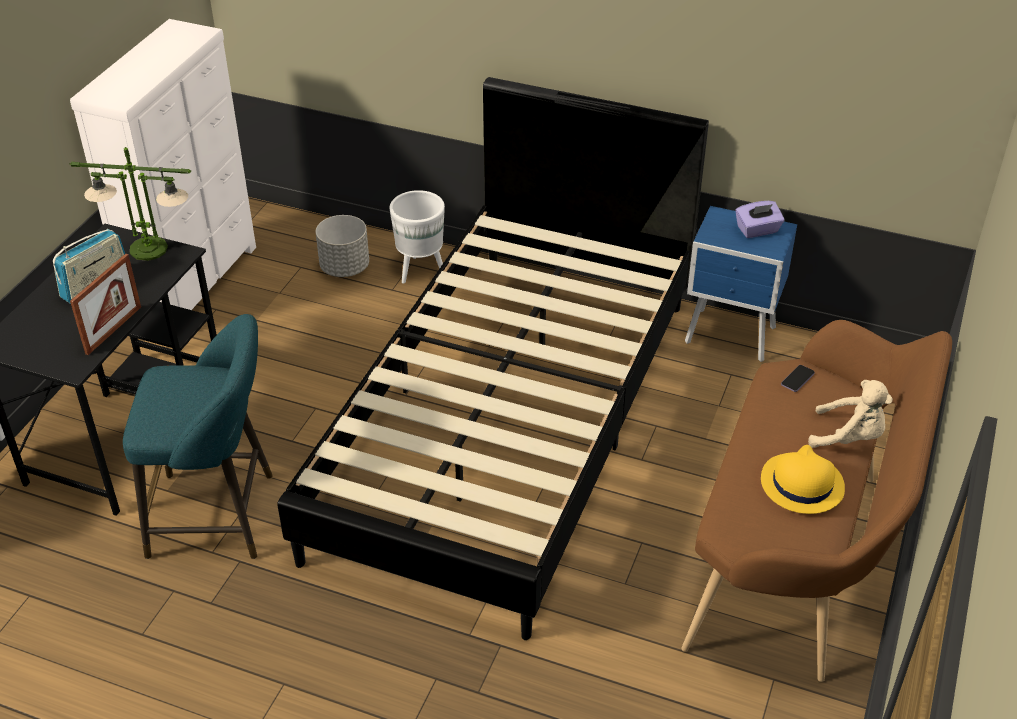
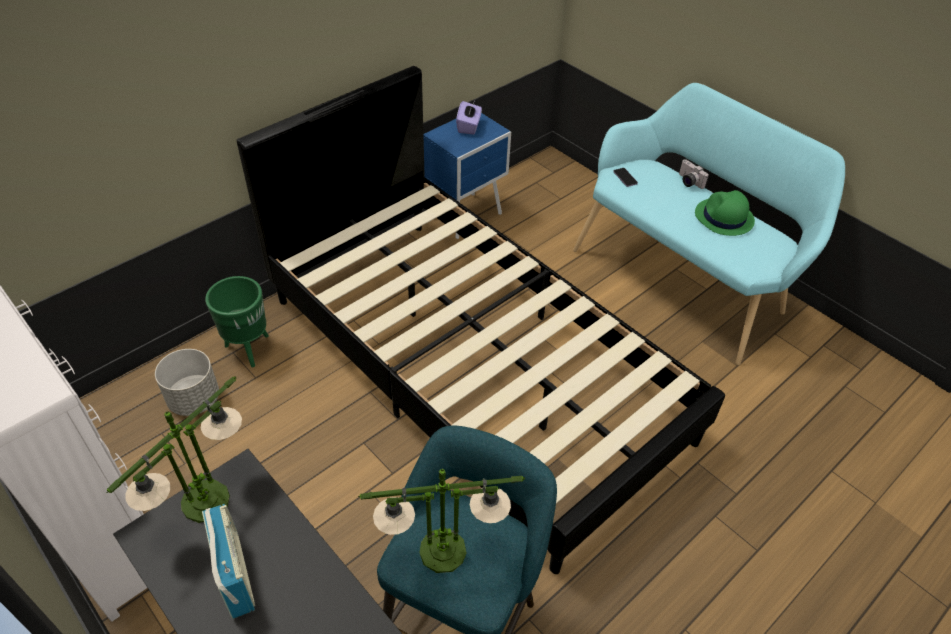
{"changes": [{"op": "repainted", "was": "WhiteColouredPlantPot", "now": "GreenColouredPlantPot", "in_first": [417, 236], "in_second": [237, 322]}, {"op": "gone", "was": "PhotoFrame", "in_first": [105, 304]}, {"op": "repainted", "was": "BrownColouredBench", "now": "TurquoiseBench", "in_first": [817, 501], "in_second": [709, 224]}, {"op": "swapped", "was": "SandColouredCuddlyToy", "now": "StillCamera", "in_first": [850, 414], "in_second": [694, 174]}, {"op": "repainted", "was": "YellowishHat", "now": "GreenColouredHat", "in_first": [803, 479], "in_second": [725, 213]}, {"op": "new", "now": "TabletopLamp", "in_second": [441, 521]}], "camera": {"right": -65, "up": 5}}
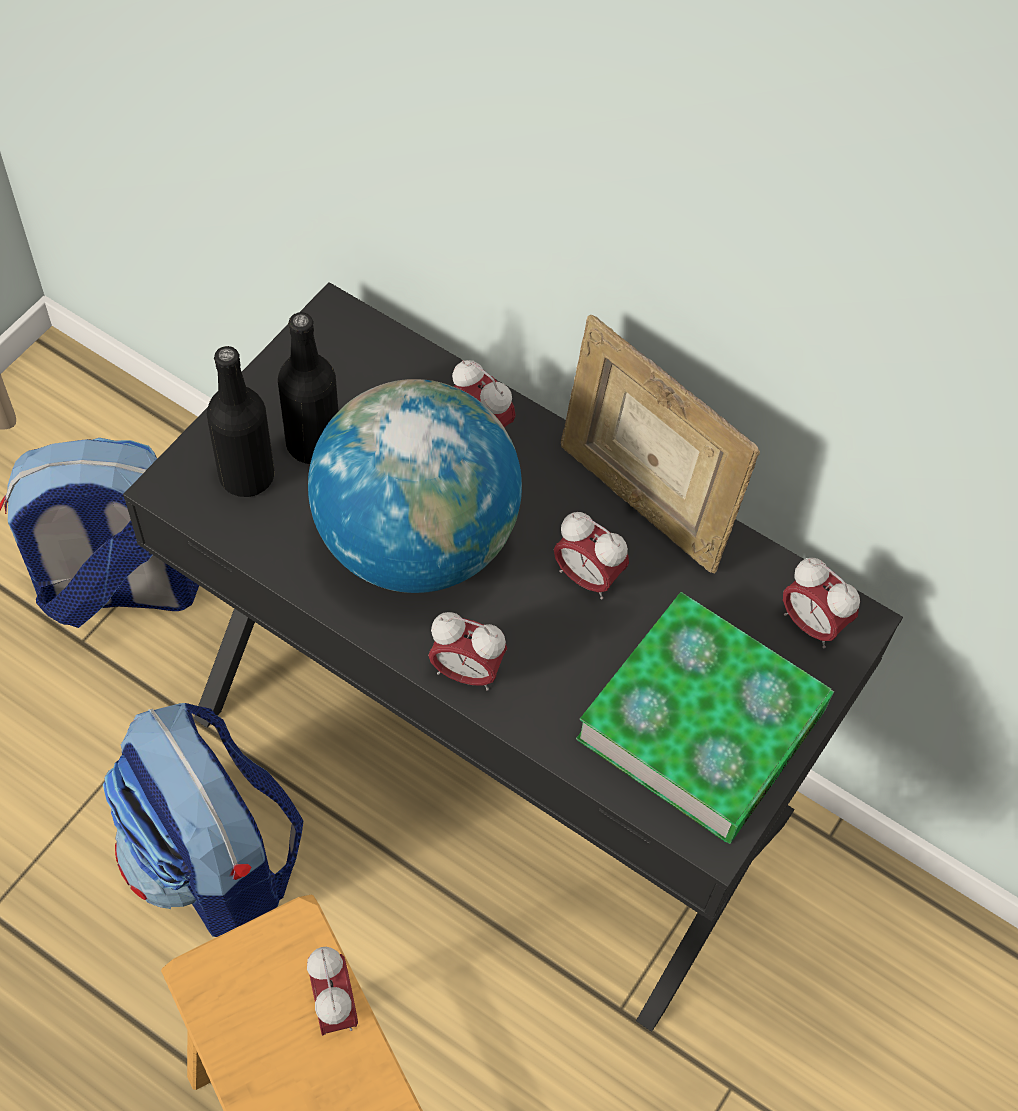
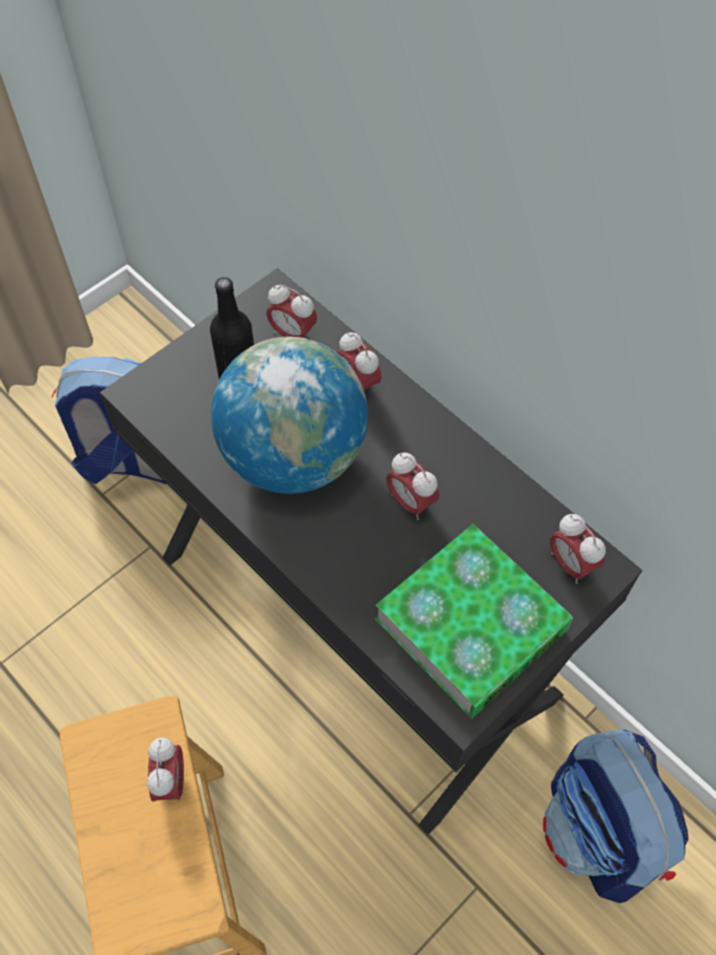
{"changes": [{"op": "gone", "was": "PhotoFrame", "in_first": [660, 443]}, {"op": "gone", "was": "BlackDrinkBottle", "in_first": [241, 421]}, {"op": "shifted", "was": "TableClock", "in_first": [467, 651], "in_second": [291, 311]}, {"op": "shifted", "was": "Knapsack", "in_first": [203, 820], "in_second": [616, 816]}], "camera": {"right": 15, "up": 0}}
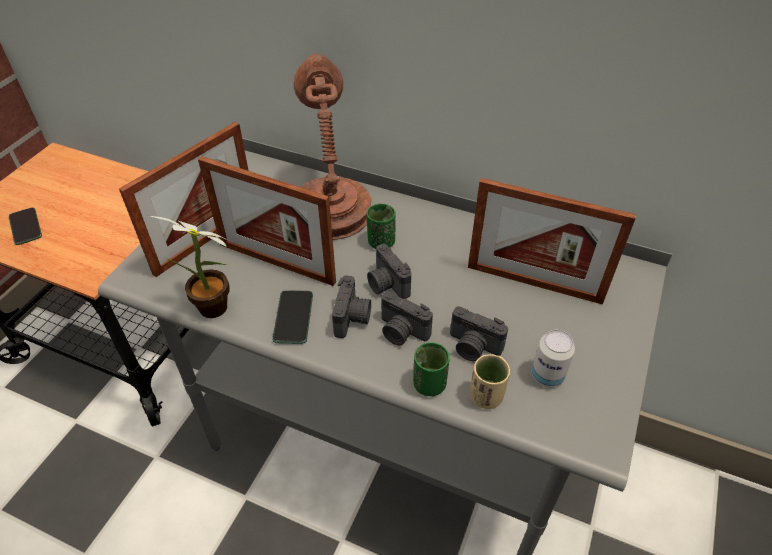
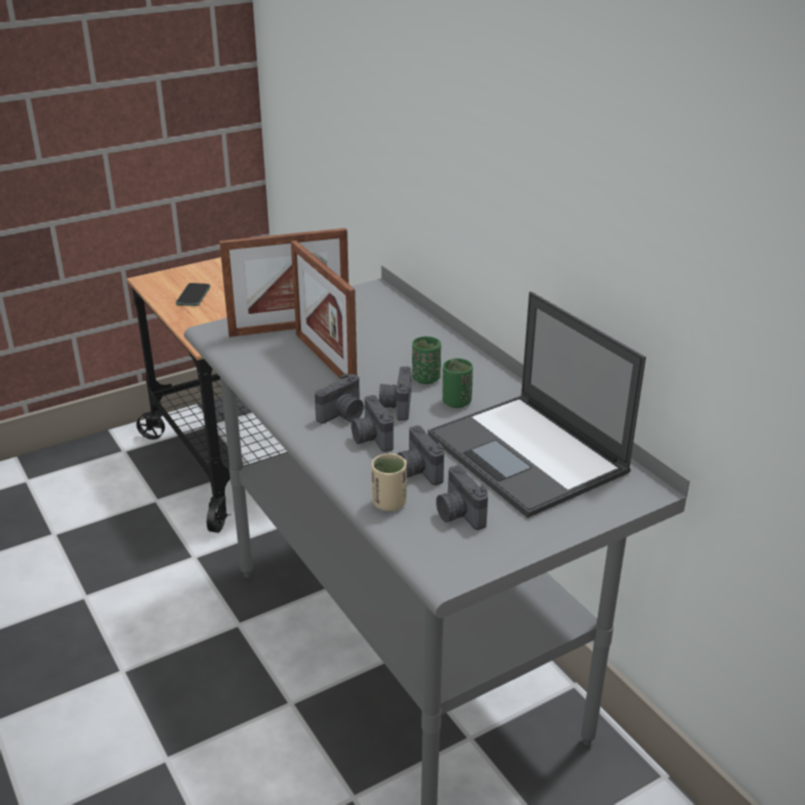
{"changes": [{"op": "gone", "was": "BrownColouredTabletopLamp", "in_first": [332, 147]}, {"op": "swapped", "was": "PhotoFrame", "now": "NotebookComputer", "in_first": [552, 241], "in_second": [537, 404]}, {"op": "gone", "was": "PlantInAPot", "in_first": [190, 267]}, {"op": "gone", "was": "Phone", "in_first": [292, 317]}, {"op": "swapped", "was": "Can", "now": "StillCamera", "in_first": [553, 358], "in_second": [462, 497]}, {"op": "shifted", "was": "GreenColouredSmallCup", "in_first": [431, 369], "in_second": [457, 383]}], "camera": {"right": 35, "up": -15}}
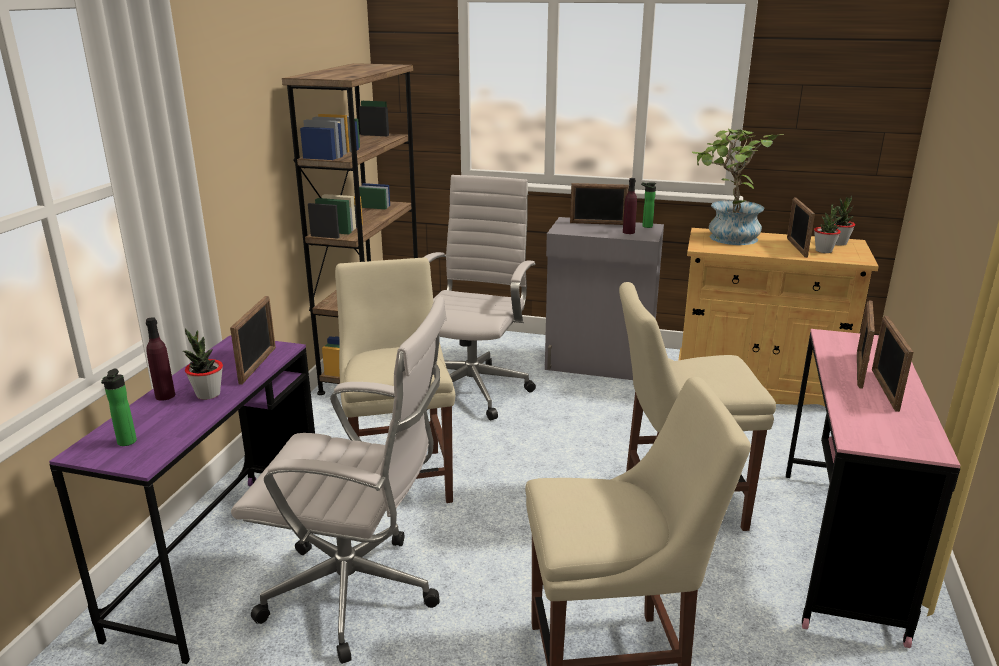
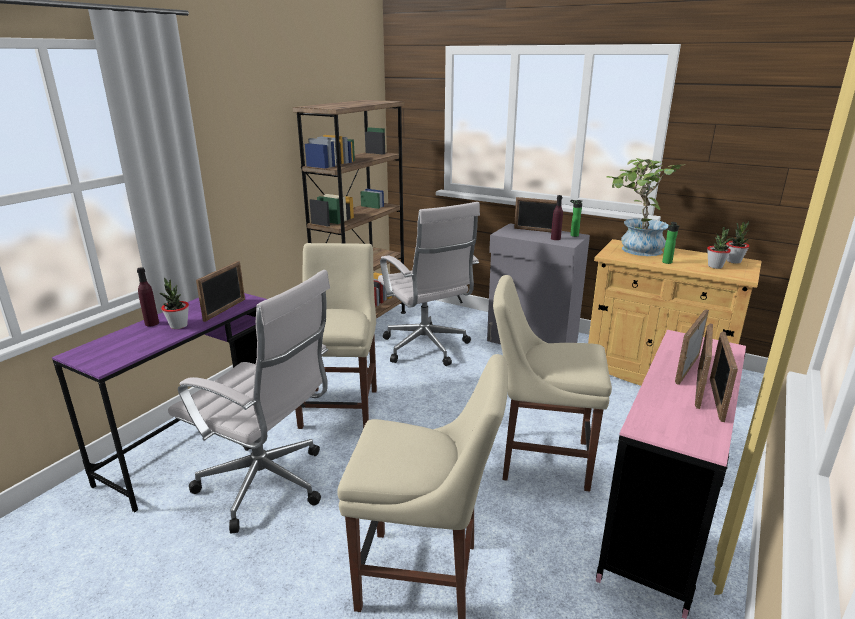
{"changes": [{"op": "rotated", "was": "WhiteColouredComputerChair", "in_first": [480, 298], "in_second": [429, 284], "clockwise": 120}, {"op": "shifted", "was": "PhotoFrame", "in_first": [801, 228], "in_second": [724, 376]}, {"op": "shifted", "was": "DrinkBottle", "in_first": [119, 407], "in_second": [670, 243]}], "camera": {"right": 15, "up": 0}}
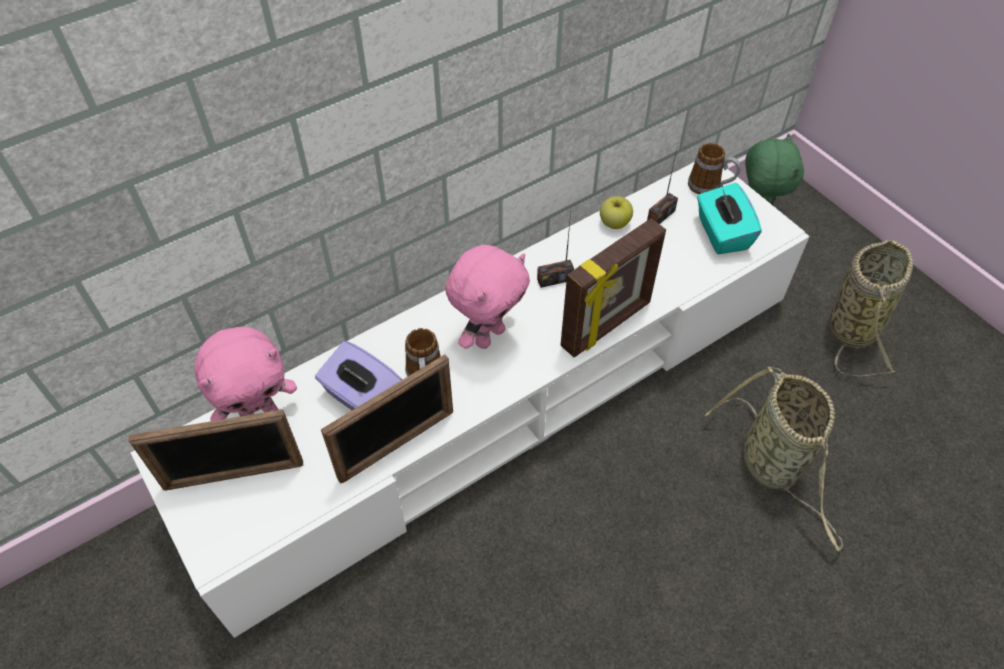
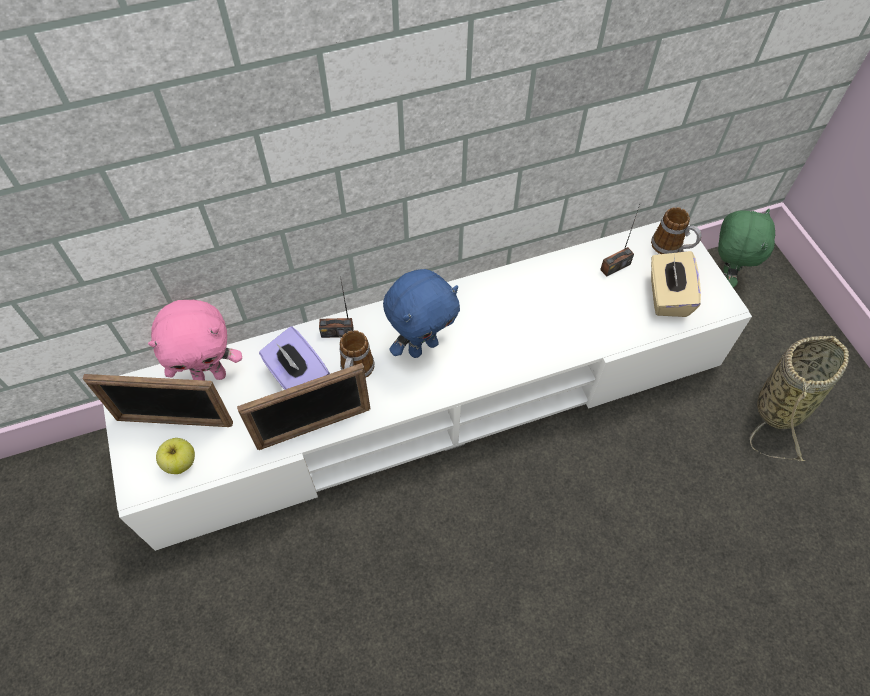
{"changes": [{"op": "repainted", "was": "TurquoiseTissueHolder", "now": "SandColouredTissueHolder", "in_first": [729, 218], "in_second": [676, 284]}, {"op": "shifted", "was": "Apple", "in_first": [616, 212], "in_second": [175, 456]}, {"op": "shifted", "was": "RadioSet", "in_first": [555, 250], "in_second": [336, 307]}, {"op": "gone", "was": "PhotoFrame", "in_first": [613, 287]}, {"op": "repainted", "was": "PinkishCuddlyToy", "now": "BluishCuddlyToy", "in_first": [487, 297], "in_second": [421, 313]}, {"op": "gone", "was": "HouseholdBasket", "in_first": [774, 459]}], "camera": {"right": 15, "up": 5}}
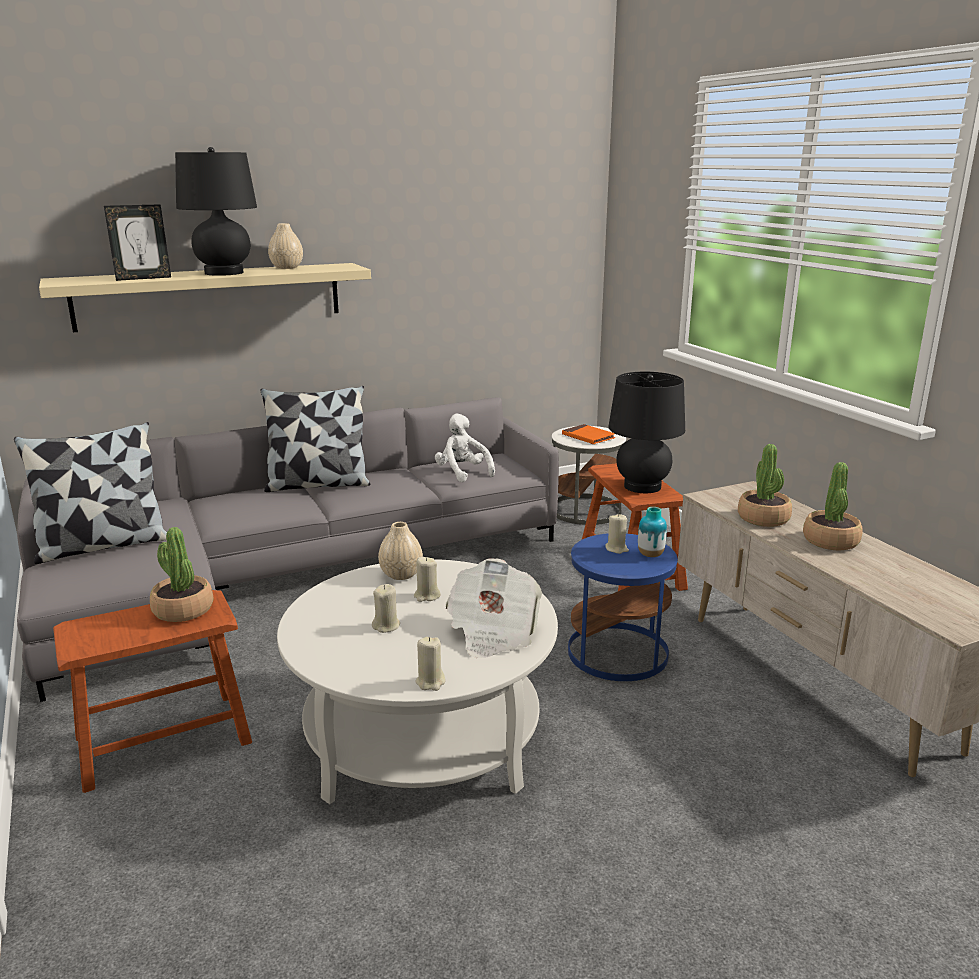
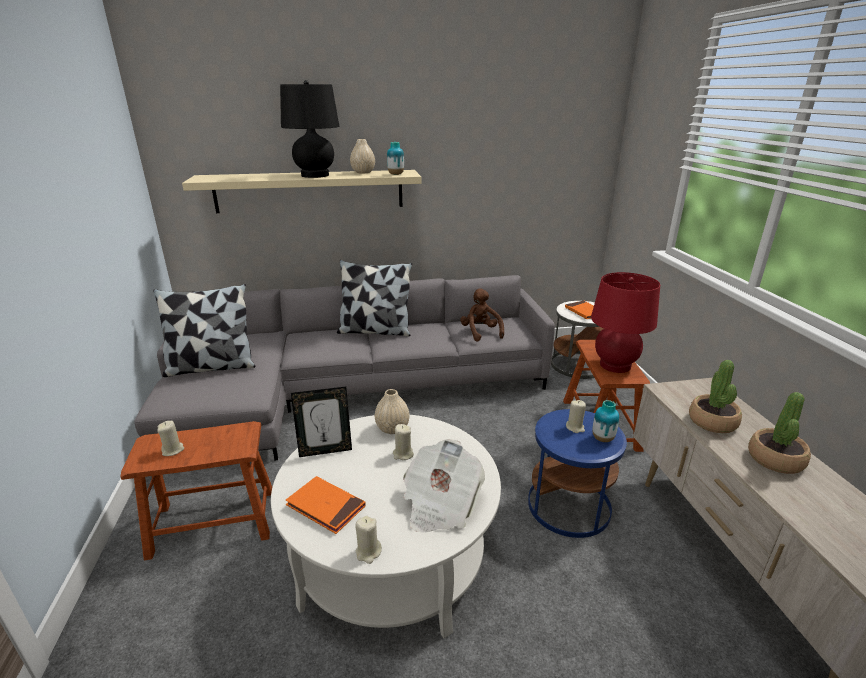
{"changes": [{"op": "shifted", "was": "PhotoFrame", "in_first": [137, 242], "in_second": [321, 422]}, {"op": "repainted", "was": "BlackTabletopLamp", "now": "ReddishTabletopLamp", "in_first": [646, 432], "in_second": [625, 322]}, {"op": "repainted", "was": "WhiteColouredCuddlyToy", "now": "BrownColouredCuddlyToy", "in_first": [465, 447], "in_second": [482, 315]}, {"op": "gone", "was": "PlantInAPot", "in_first": [181, 574]}, {"op": "shifted", "was": "SandColouredWaxLight", "in_first": [386, 608], "in_second": [170, 438]}, {"op": "new", "now": "Vase", "in_second": [395, 158]}, {"op": "new", "now": "OrangeColouredBook", "in_second": [326, 505]}], "camera": {"right": 15, "up": 5}}
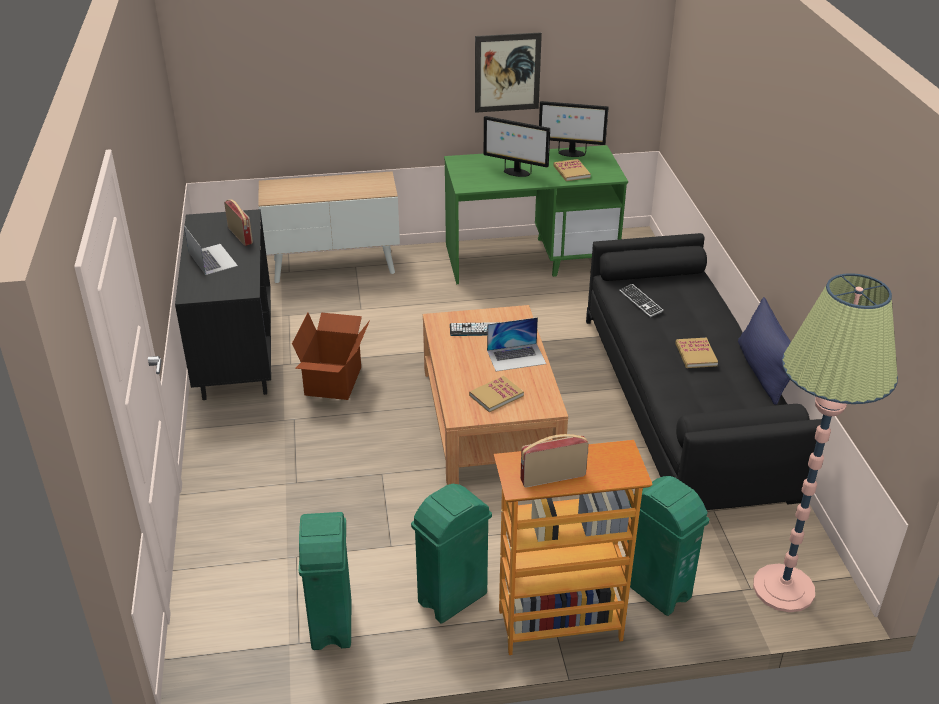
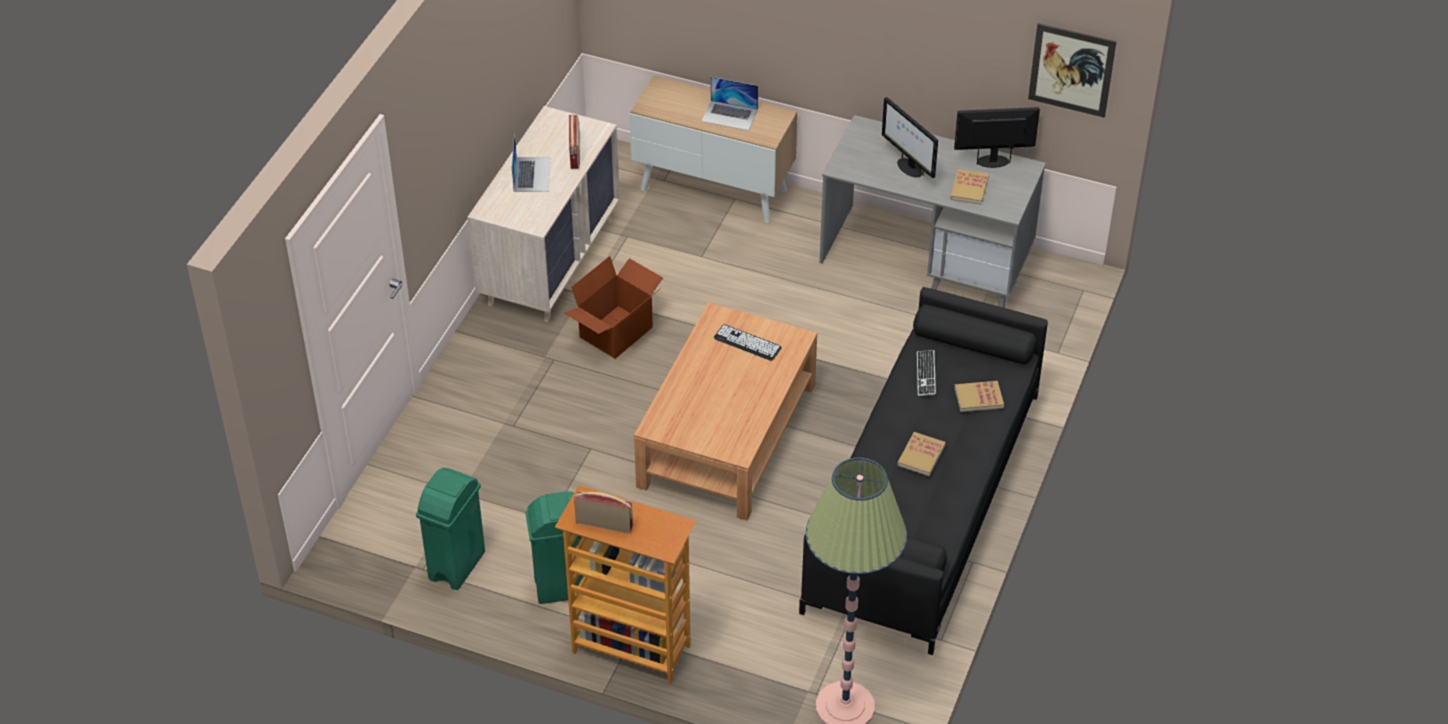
{"changes": [{"op": "shifted", "was": "WallArt", "in_first": [508, 72], "in_second": [1072, 70]}, {"op": "rotated", "was": "ComputerDisplay", "in_first": [574, 129], "in_second": [997, 137], "clockwise": 135}, {"op": "repainted", "was": "GreenColouredDeskTable", "now": "GreyishDeskTable", "in_first": [536, 214], "in_second": [933, 211]}, {"op": "repainted", "was": "BlackChestOfDrawers", "now": "SandColouredChestOfDrawers", "in_first": [223, 304], "in_second": [543, 214]}, {"op": "gone", "was": "BluishCushion", "in_first": [764, 351]}, {"op": "shifted", "was": "NotebookComputer", "in_first": [516, 344], "in_second": [729, 104]}, {"op": "shifted", "was": "Book", "in_first": [496, 394], "in_second": [979, 396]}, {"op": "gone", "was": "GreenColouredRubbishBin", "in_first": [667, 546]}], "camera": {"right": 30, "up": 10}}
